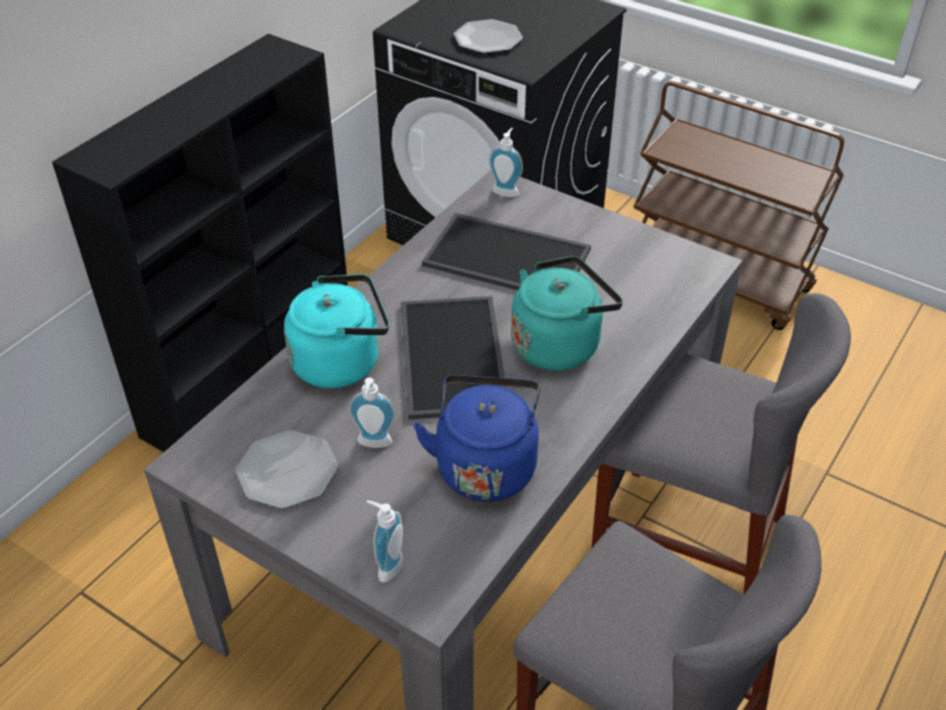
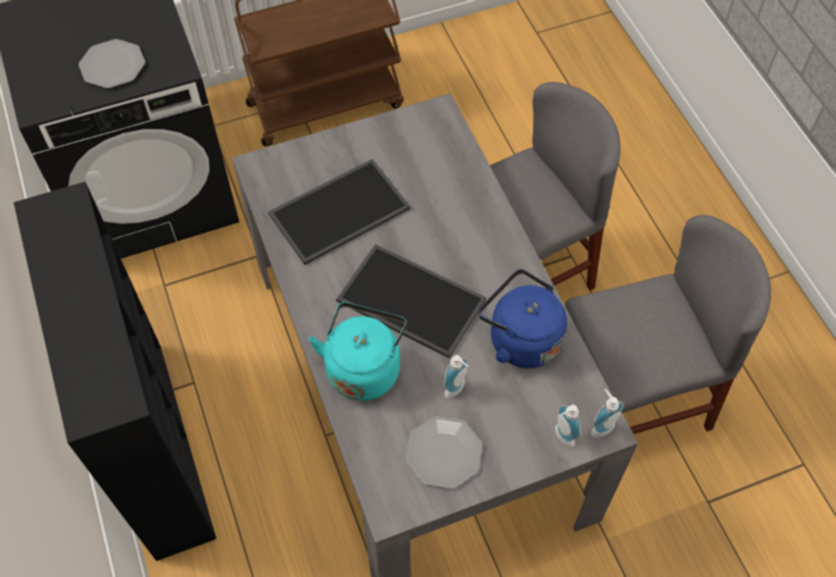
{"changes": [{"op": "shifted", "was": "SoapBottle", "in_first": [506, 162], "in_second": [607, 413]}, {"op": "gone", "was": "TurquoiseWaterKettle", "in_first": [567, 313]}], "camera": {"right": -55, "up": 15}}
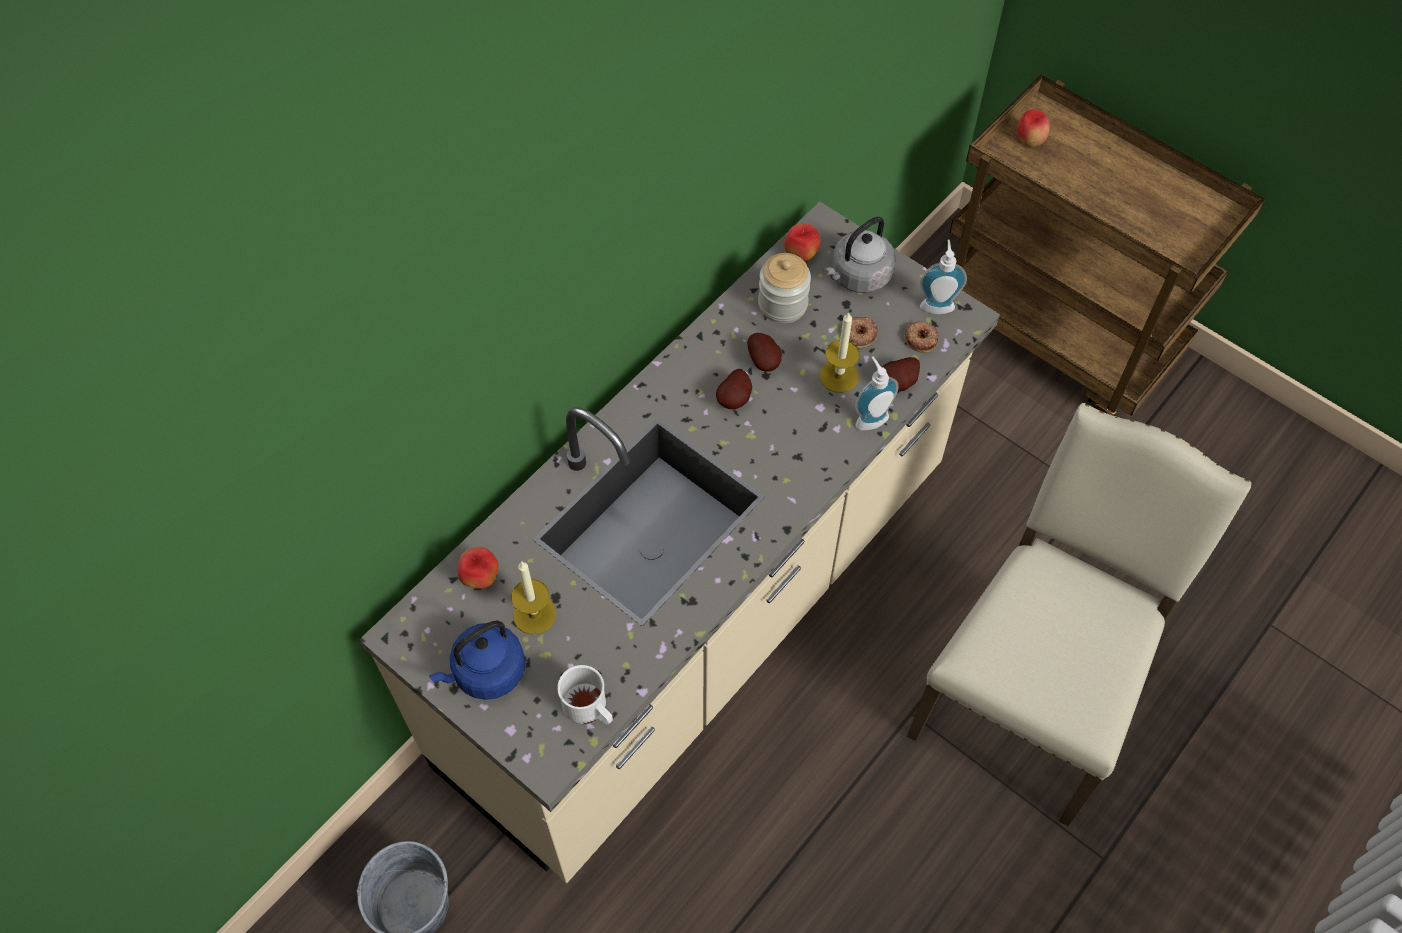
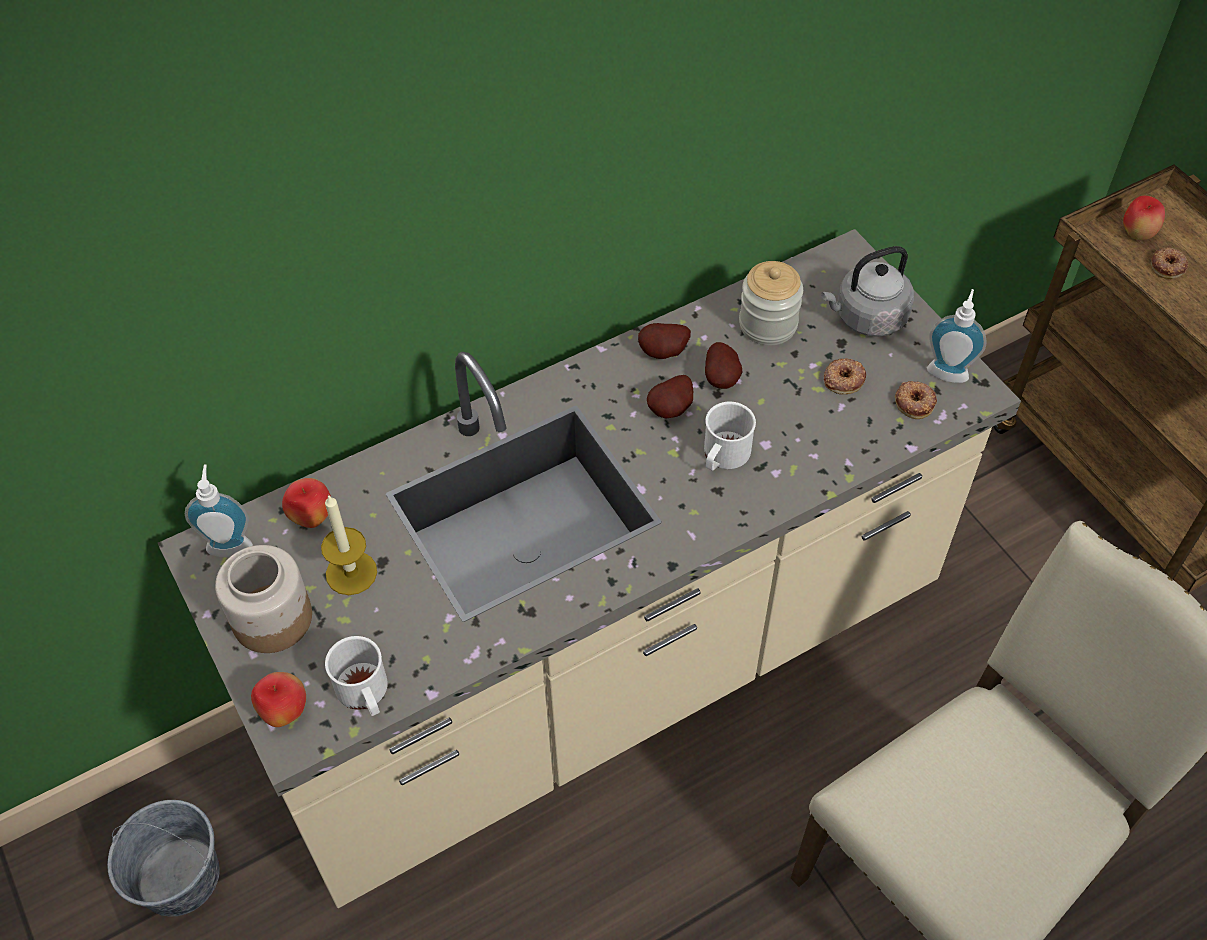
{"changes": [{"op": "shifted", "was": "Apple", "in_first": [802, 242], "in_second": [278, 699]}, {"op": "gone", "was": "WaxLight", "in_first": [840, 352]}, {"op": "shifted", "was": "SoapBottle", "in_first": [876, 393], "in_second": [219, 511]}, {"op": "shifted", "was": "WholePotato", "in_first": [901, 374], "in_second": [664, 341]}, {"op": "swapped", "was": "BluishWaterKettle", "now": "Jar", "in_first": [477, 660], "in_second": [263, 599]}, {"op": "new", "now": "RingDoughnut", "in_second": [1169, 263]}, {"op": "new", "now": "WhiteColouredCoffeeMug", "in_second": [730, 436]}], "camera": {"right": 20, "up": -5}}
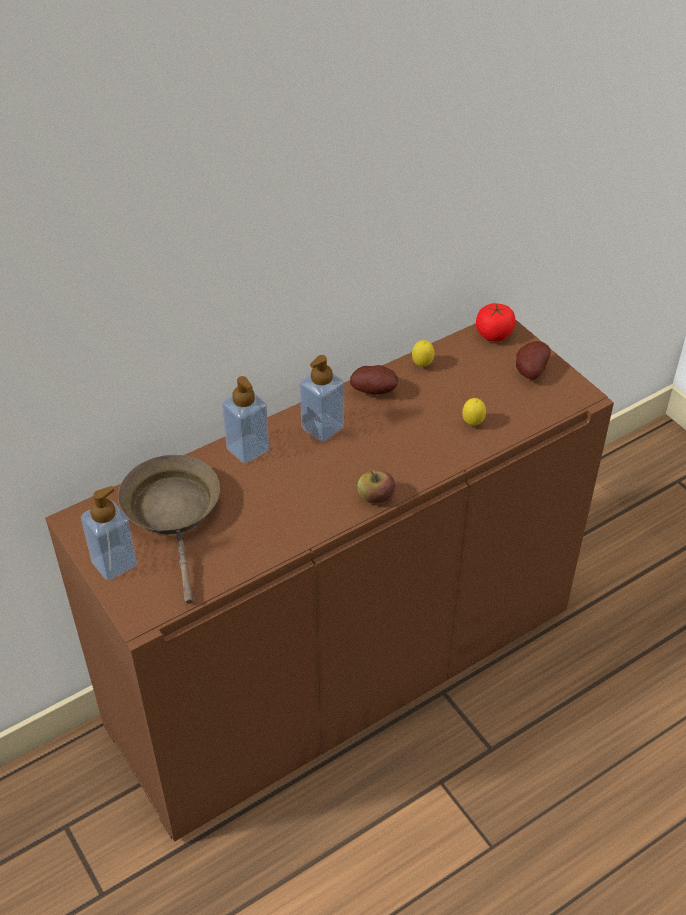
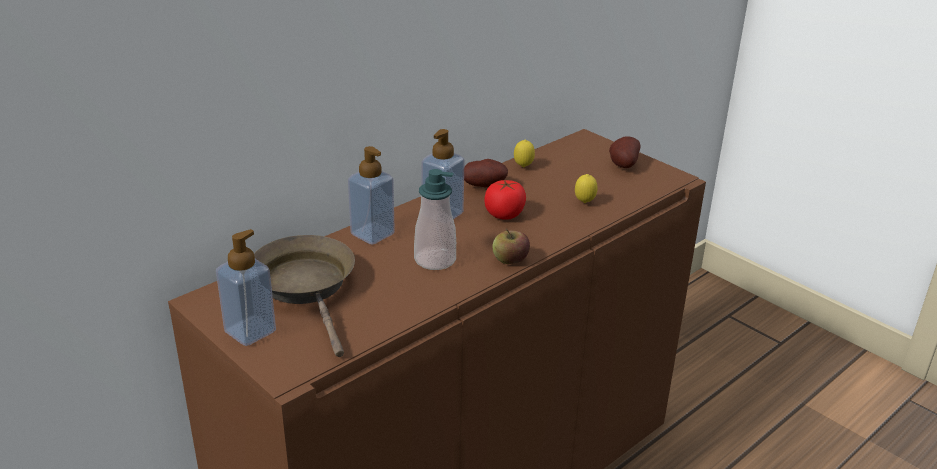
{"changes": [{"op": "shifted", "was": "Tomato", "in_first": [495, 322], "in_second": [505, 200]}, {"op": "new", "now": "SoapBottle", "in_second": [435, 219]}], "camera": {"right": -10, "up": -15}}
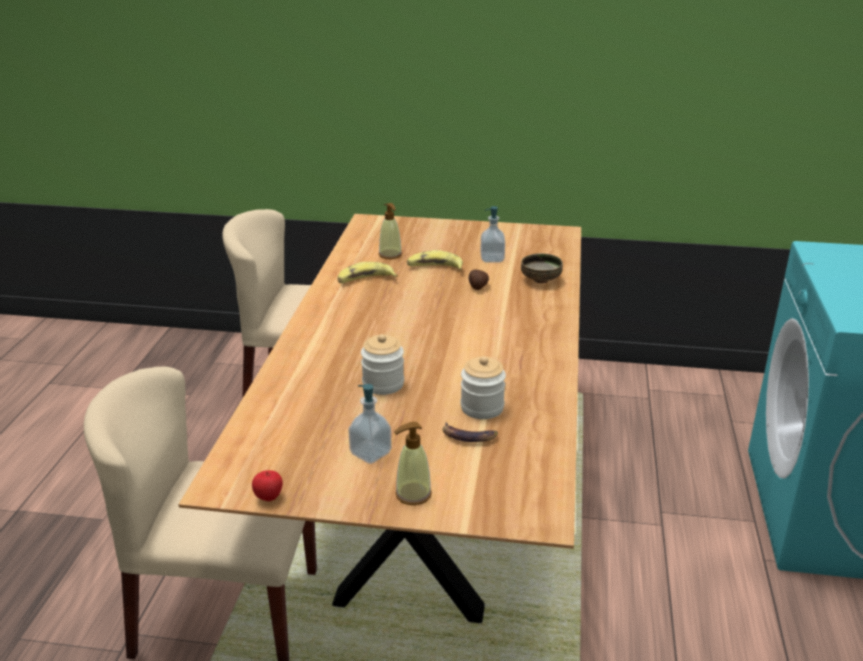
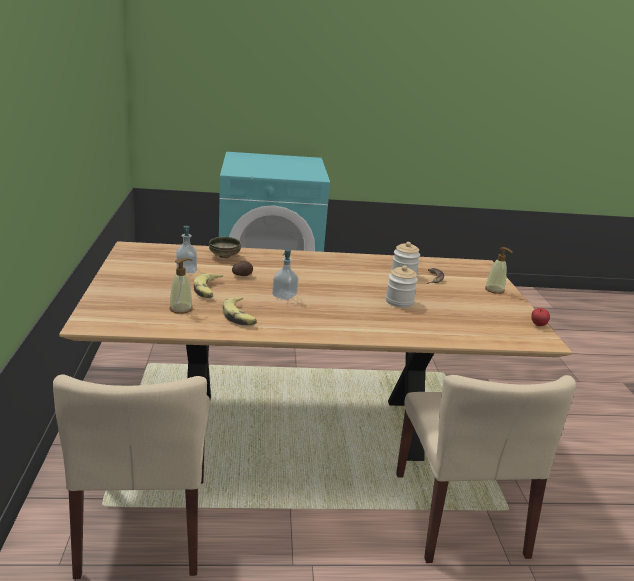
{"changes": [{"op": "shifted", "was": "SoapBottle", "in_first": [370, 424], "in_second": [285, 274]}], "camera": {"right": -105, "up": -5}}
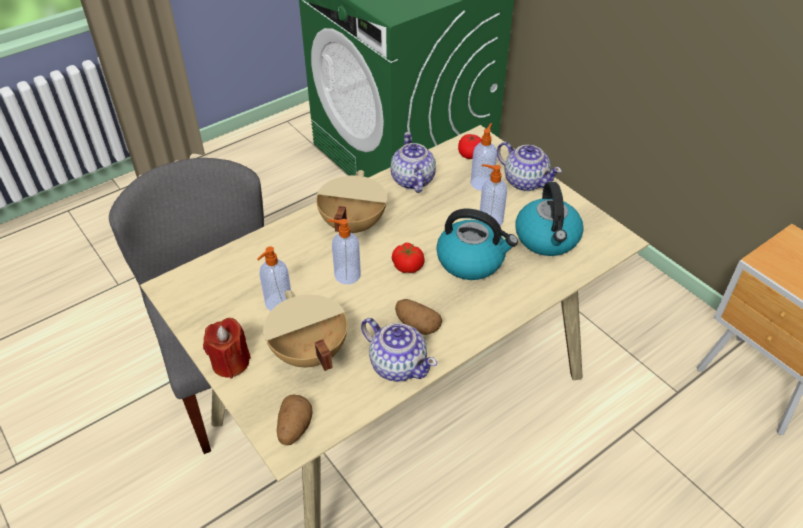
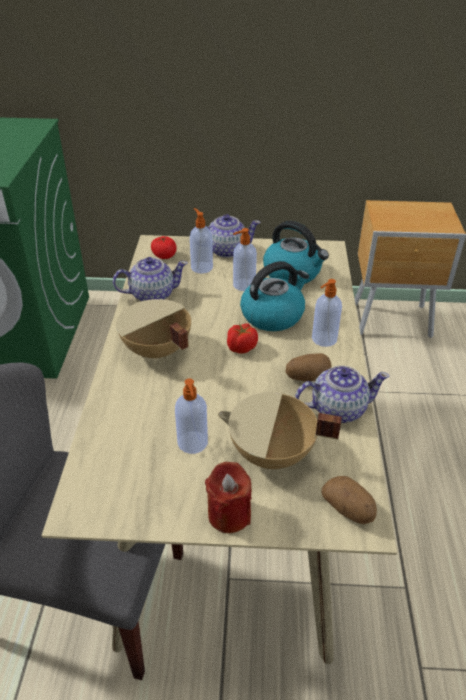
{"changes": [{"op": "rotated", "was": "TeaPot", "in_first": [413, 162], "in_second": [150, 279], "clockwise": 135}, {"op": "shifted", "was": "SoapBottle", "in_first": [344, 251], "in_second": [327, 313]}], "camera": {"right": -50, "up": -5}}
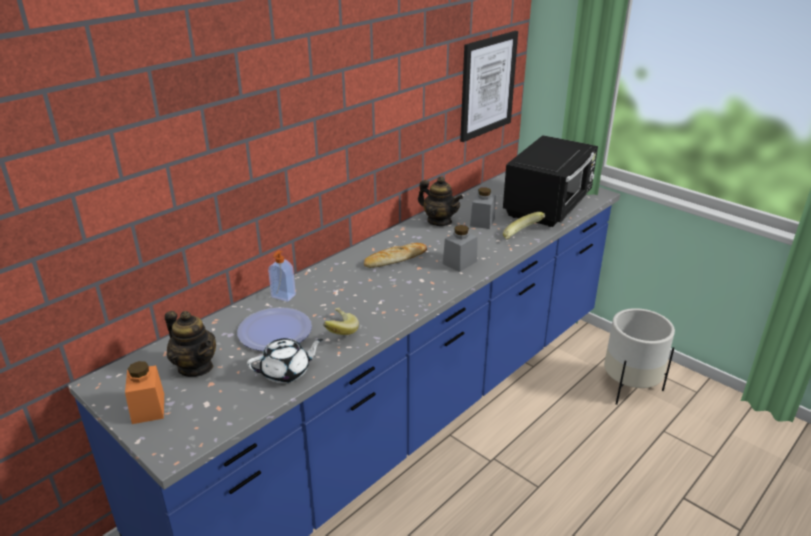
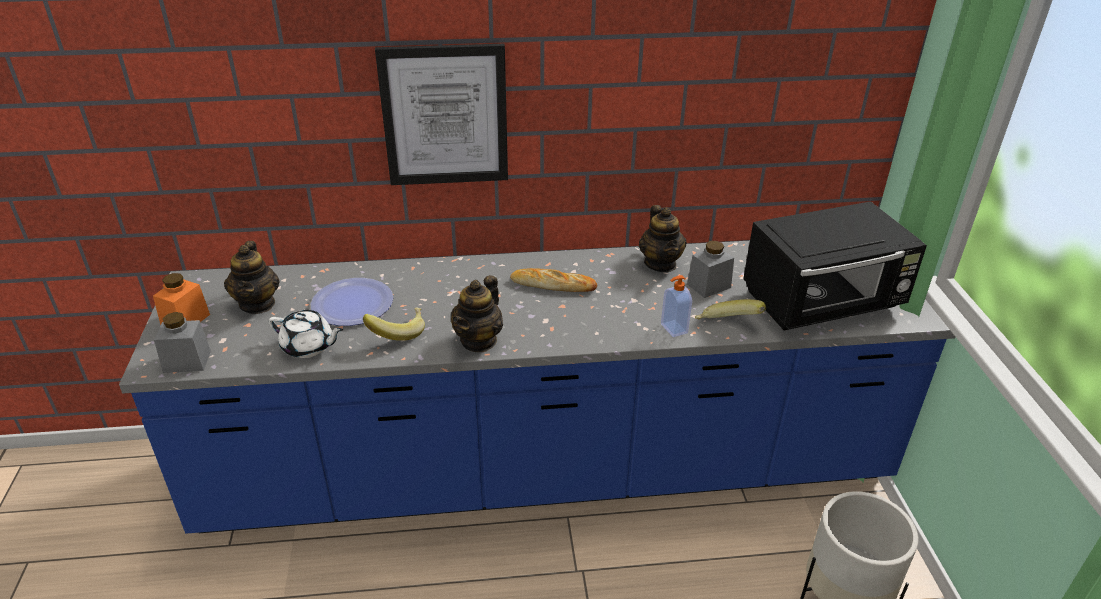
{"changes": [{"op": "shifted", "was": "WallArt", "in_first": [489, 86], "in_second": [441, 114]}, {"op": "shifted", "was": "GreyishJar", "in_first": [460, 248], "in_second": [182, 342]}, {"op": "shifted", "was": "SoapBottle", "in_first": [282, 276], "in_second": [676, 306]}, {"op": "new", "now": "TeaPot", "in_second": [477, 313]}], "camera": {"right": 40, "up": 5}}
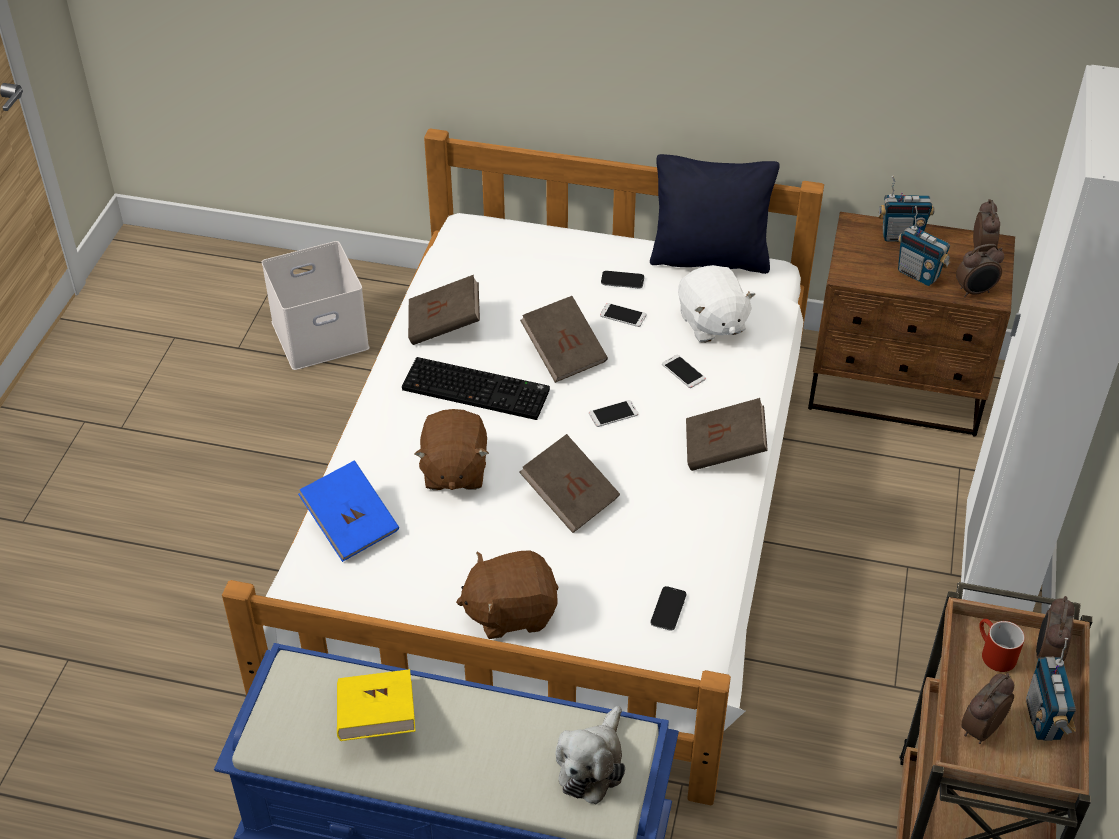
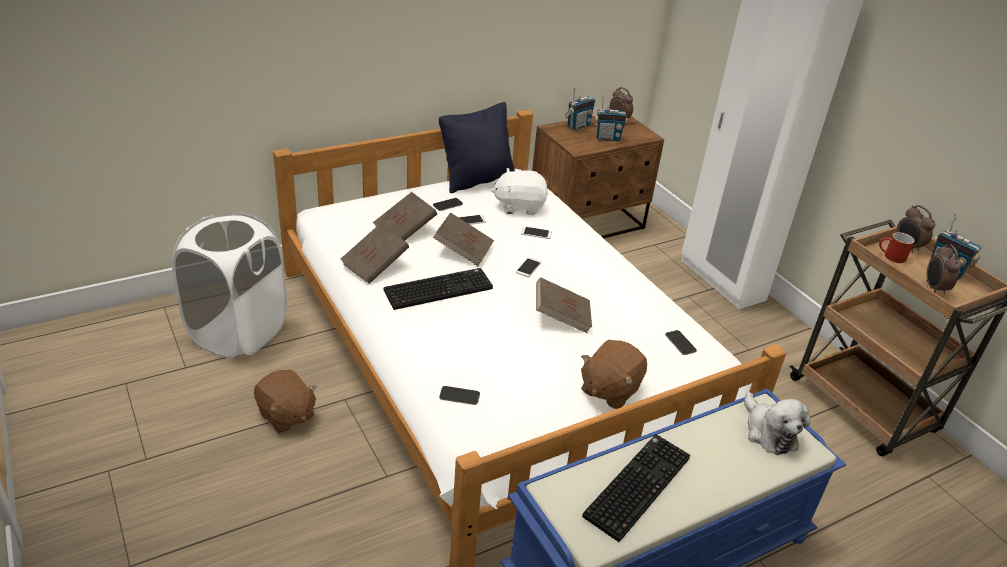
{"changes": [{"op": "swapped", "was": "WhiteColouredStorageBox", "now": "WhiteColouredHamper", "in_first": [316, 305], "in_second": [229, 285]}, {"op": "gone", "was": "TableClock", "in_first": [980, 270]}, {"op": "rotated", "was": "WhiteColouredCuddlyToy", "in_first": [717, 304], "in_second": [519, 191], "clockwise": 150}, {"op": "shifted", "was": "BrownColouredBook", "in_first": [727, 434], "in_second": [405, 216]}, {"op": "shifted", "was": "BrownColouredCuddlyToy", "in_first": [452, 449], "in_second": [285, 401]}, {"op": "swapped", "was": "BluishBook", "now": "Phone", "in_first": [348, 511], "in_second": [459, 395]}, {"op": "swapped", "was": "YellowishBook", "now": "PcKeyboard", "in_first": [376, 705], "in_second": [636, 488]}], "camera": {"right": -45, "up": -10}}
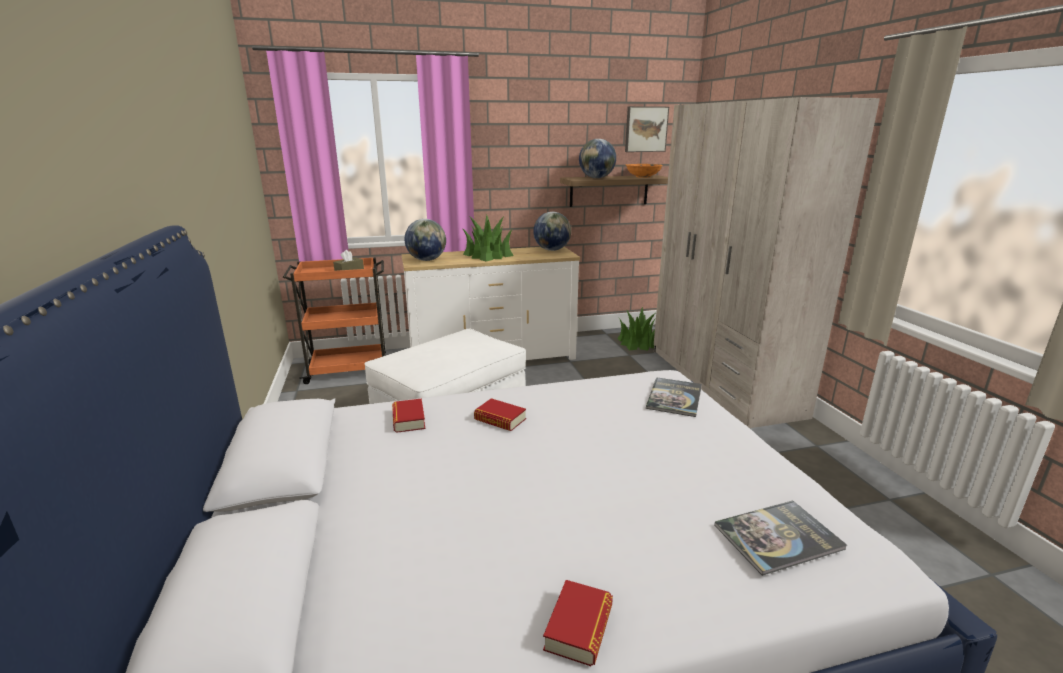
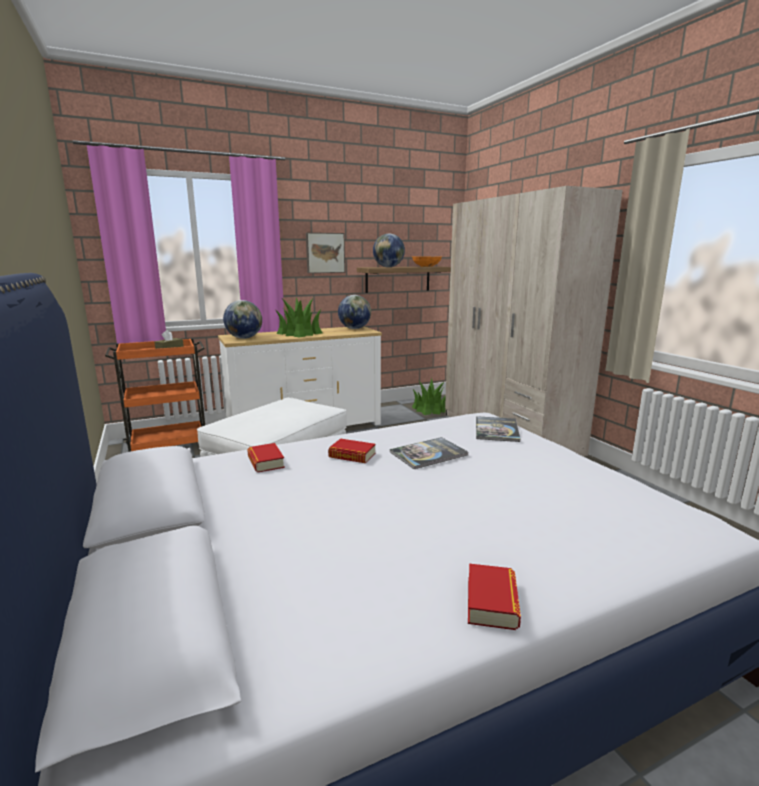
{"changes": [{"op": "shifted", "was": "WallArt", "in_first": [647, 129], "in_second": [325, 252]}, {"op": "shifted", "was": "Book", "in_first": [780, 538], "in_second": [429, 453]}], "camera": {"right": -10, "up": -5}}
